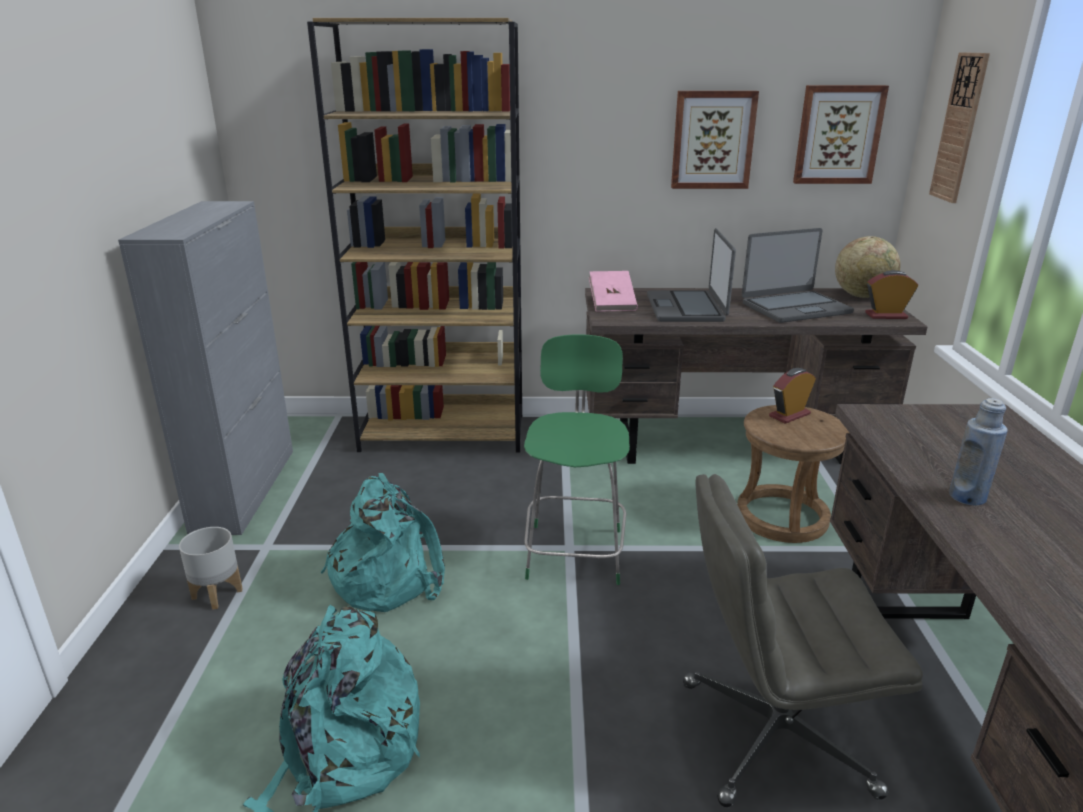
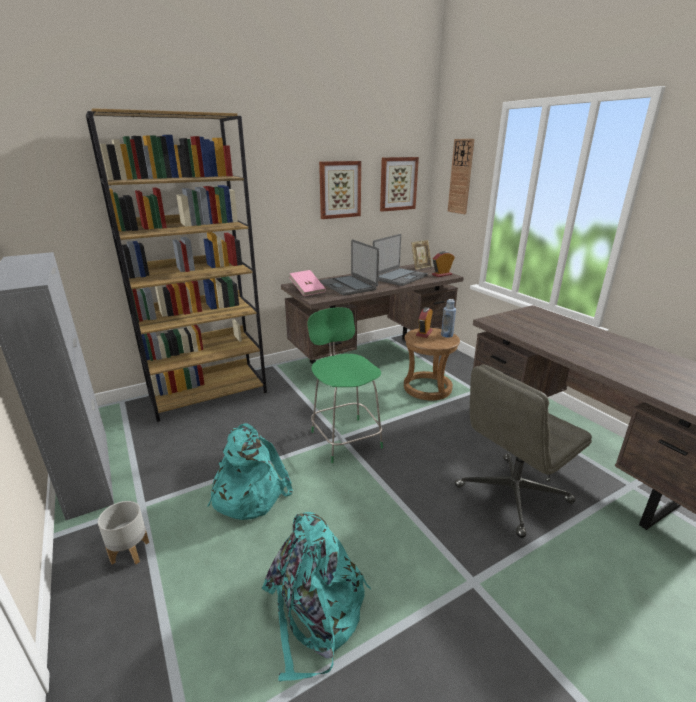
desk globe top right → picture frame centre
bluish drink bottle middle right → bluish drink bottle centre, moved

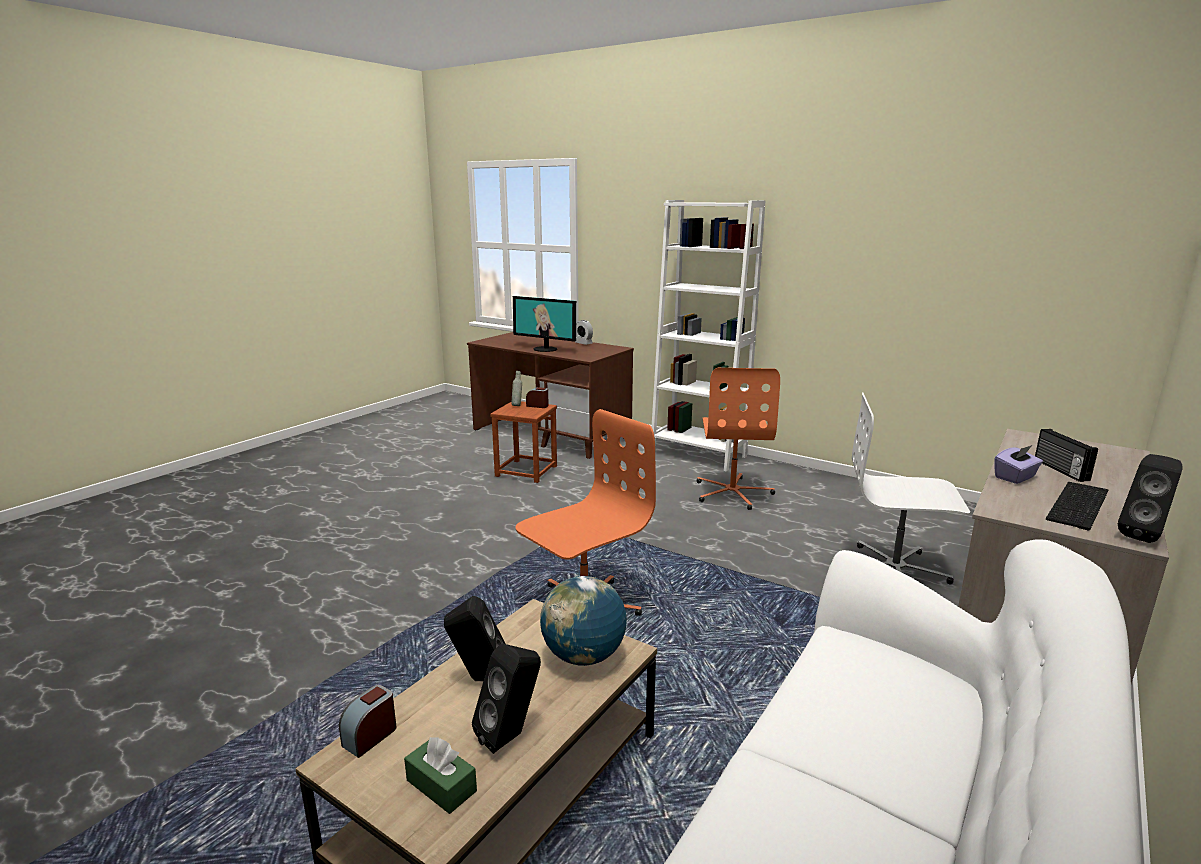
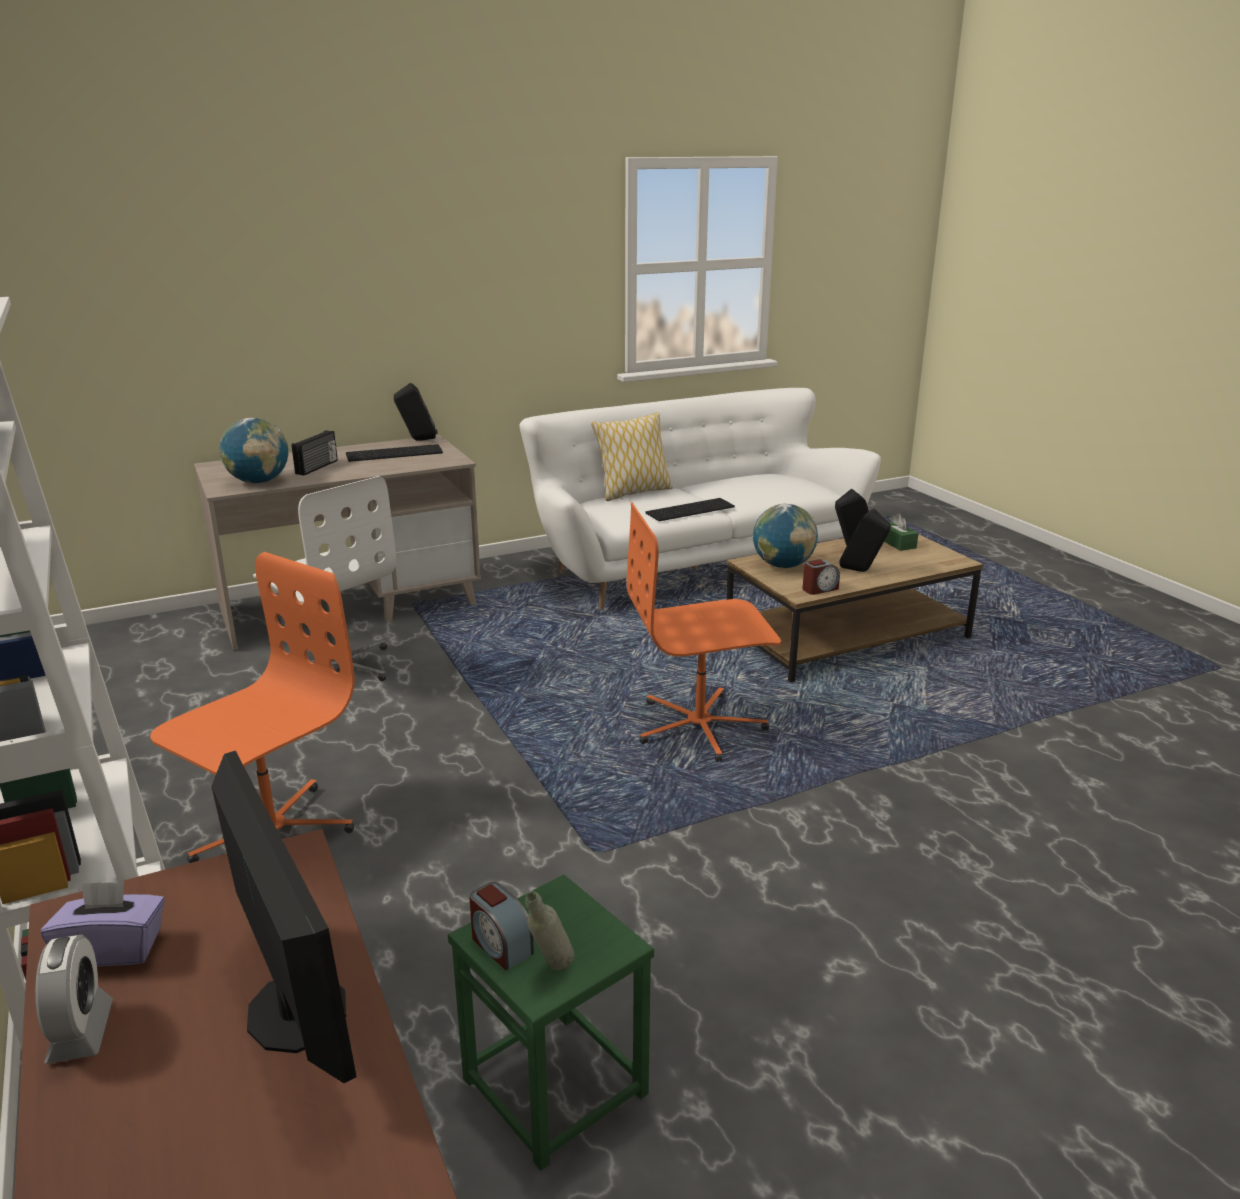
brownish stool centre → greenish stool bottom centre
purple-coloured tissue holder middle right → purple-coloured tissue holder bottom left, moved
bedside clock (1st from left in the first image) bottom left → bedside clock (3rd from left) centre, moved
- → pillow centre
- → desk globe (1st from left) middle left
- → keyboard (2nd from left) centre

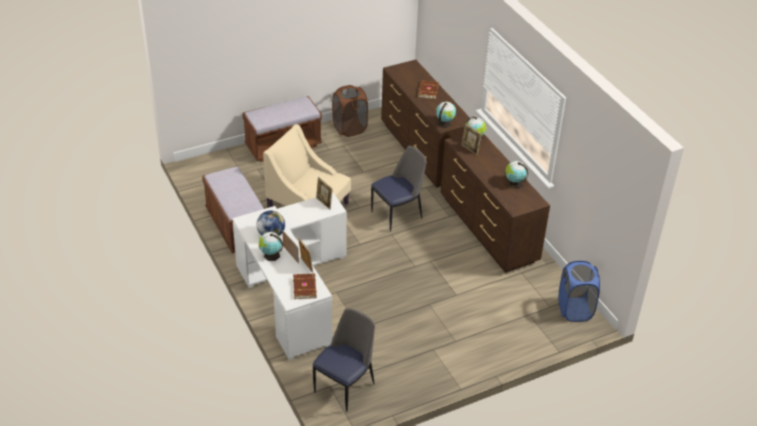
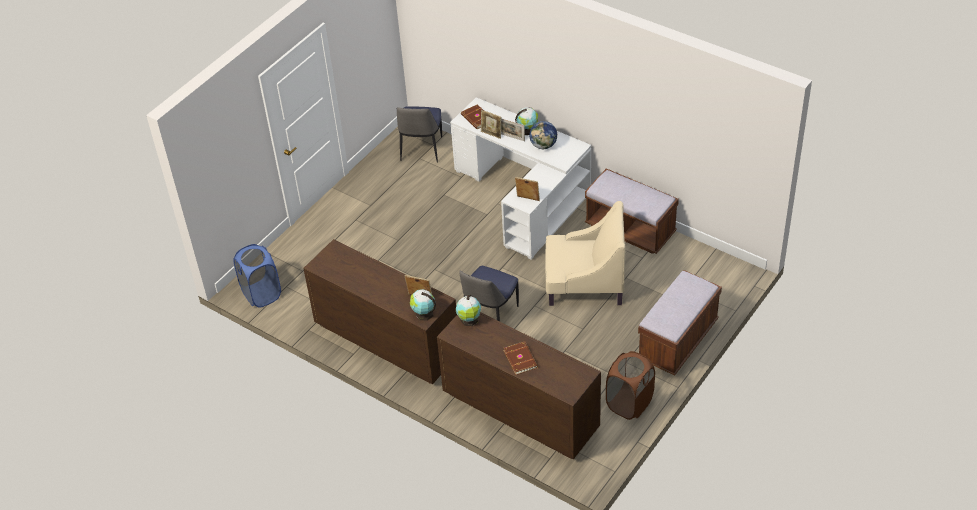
desk globe (5th from left) middle right → -

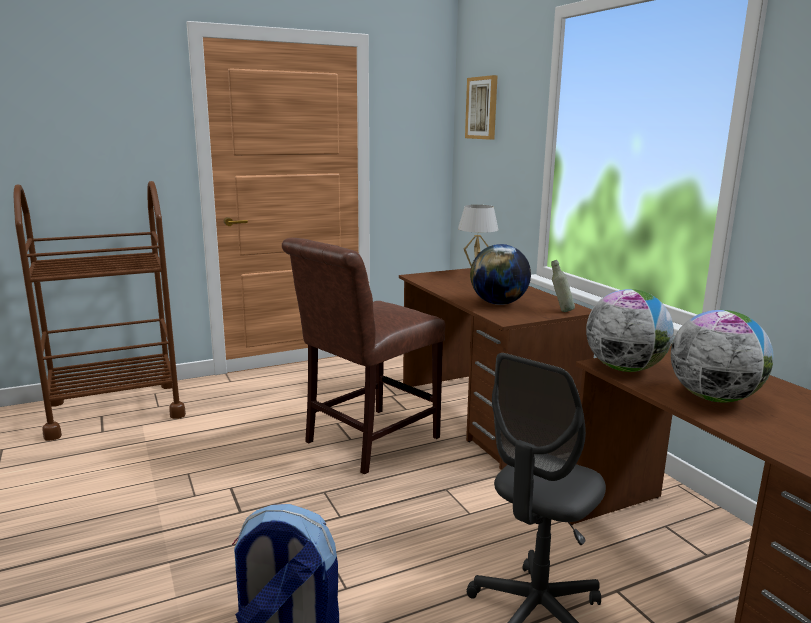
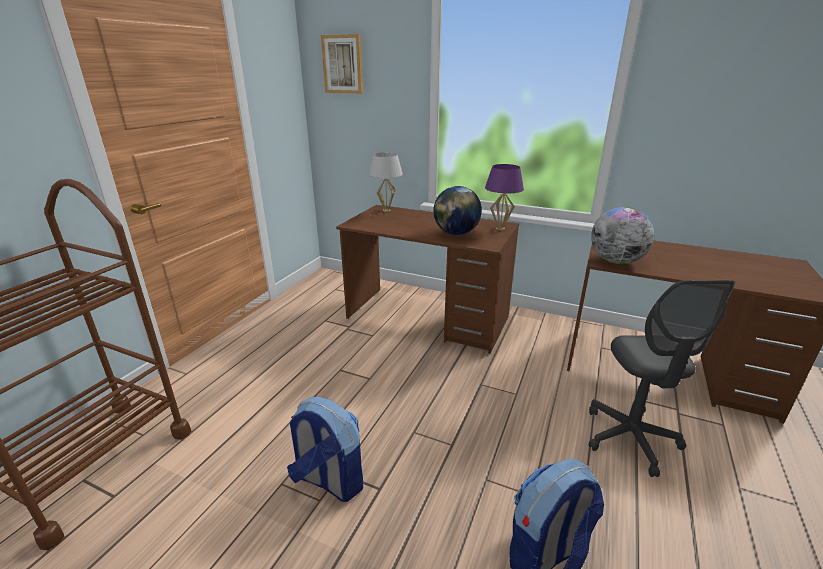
brownish upright chair centre → -
gray drink bottle middle right → purple-coloured tabletop lamp centre
desk globe (3rd from left) middle right → -
- → rucksack (1st from left) bottom centre

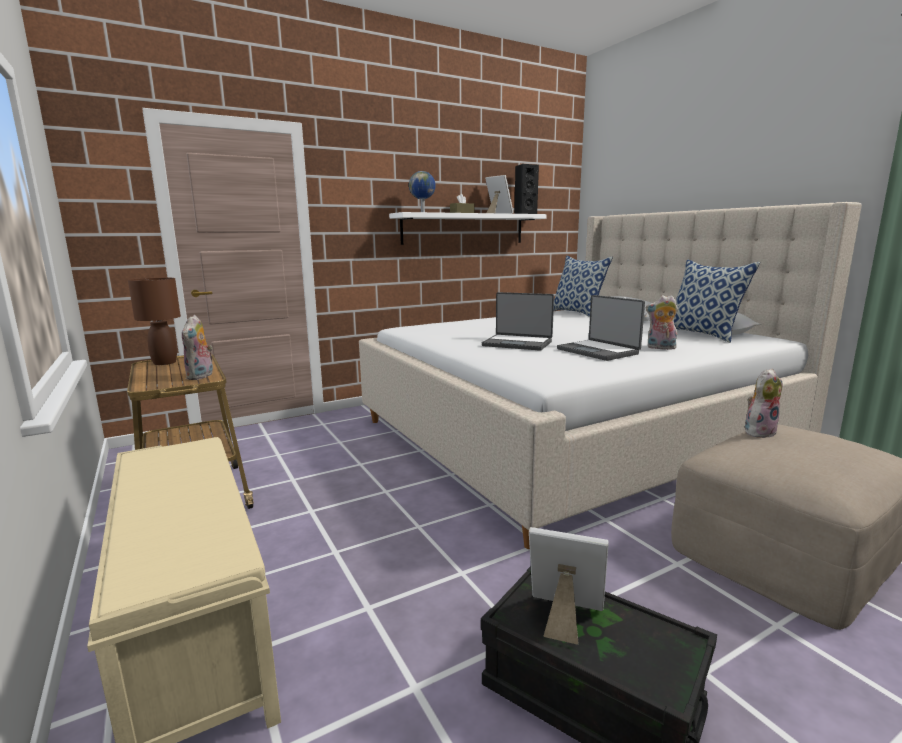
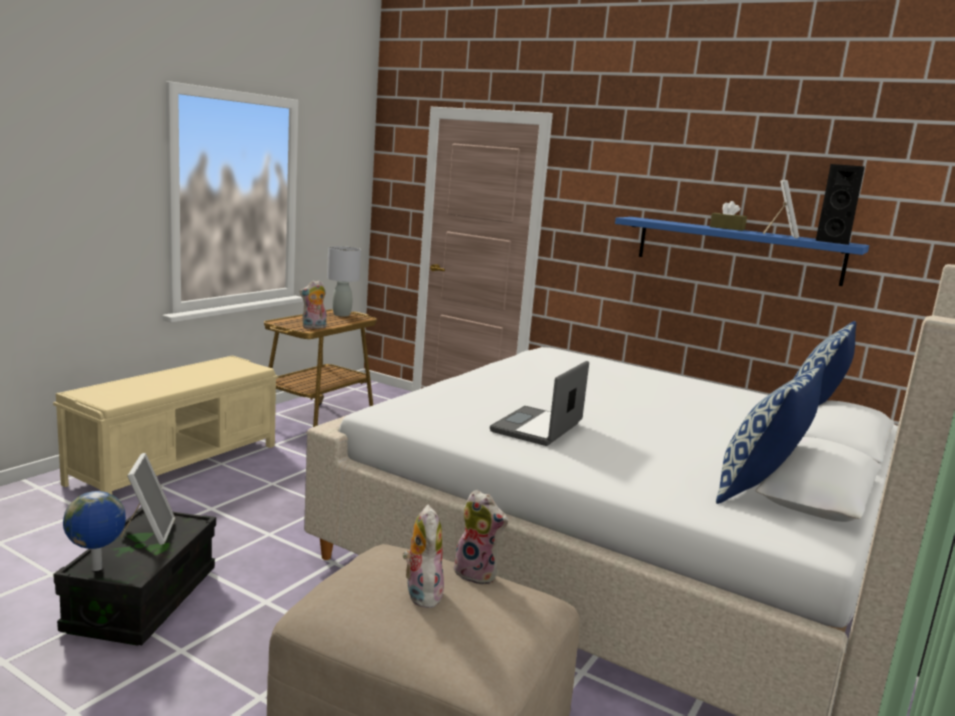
desk globe top centre → desk globe bottom left, moved
whitish wall shelf top centre → bluish wall shelf middle right
brownish tabletop lamp middle left → gray tabletop lamp centre
laptop (1st from left) centre → -
soft toy (2nd from left) middle right → soft toy (2nd from left) bottom centre, moved

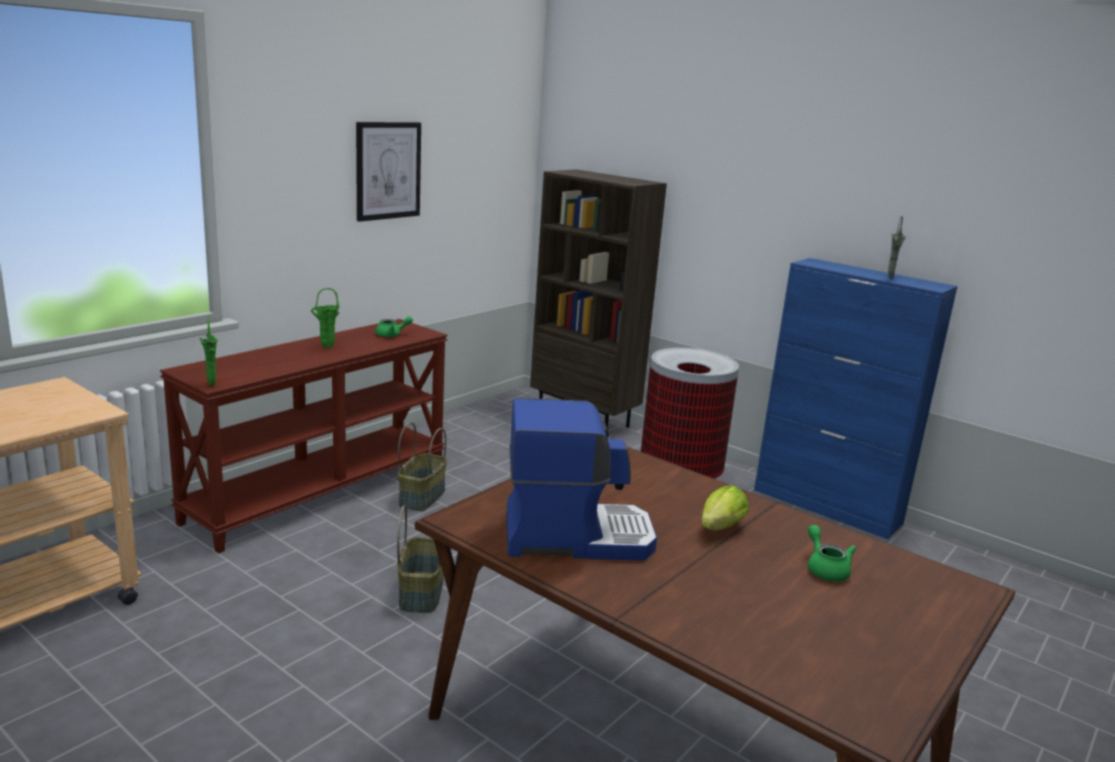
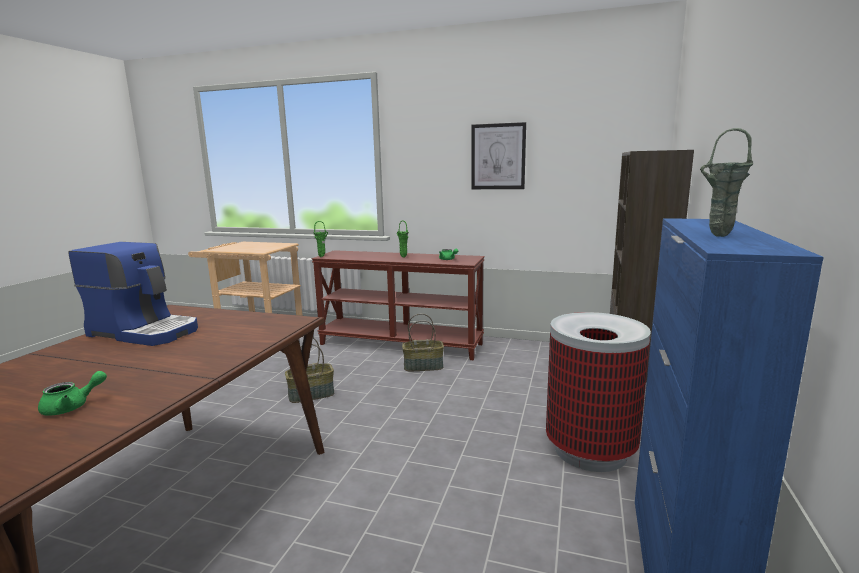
coffee brewer centre → coffee brewer middle left, 45 degrees counterclockwise
head of lettuce centre → -

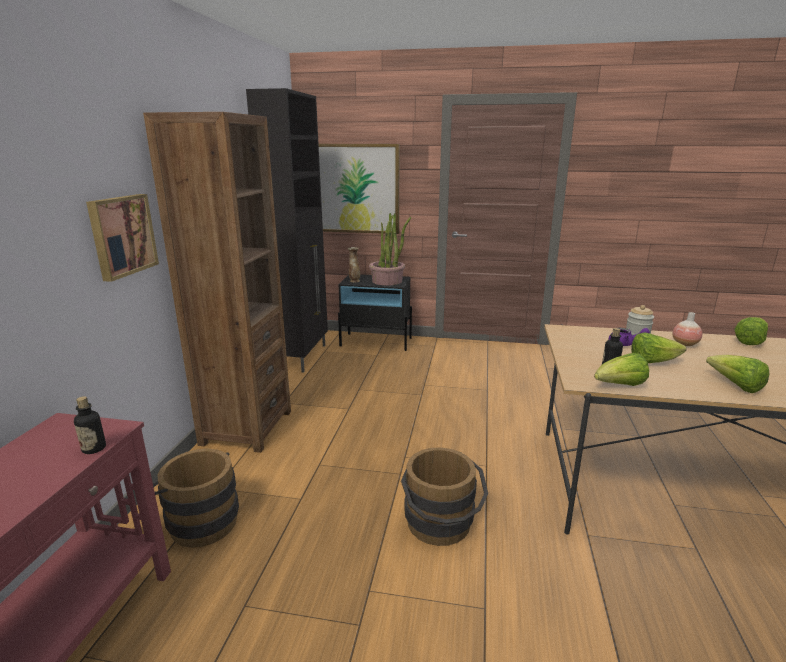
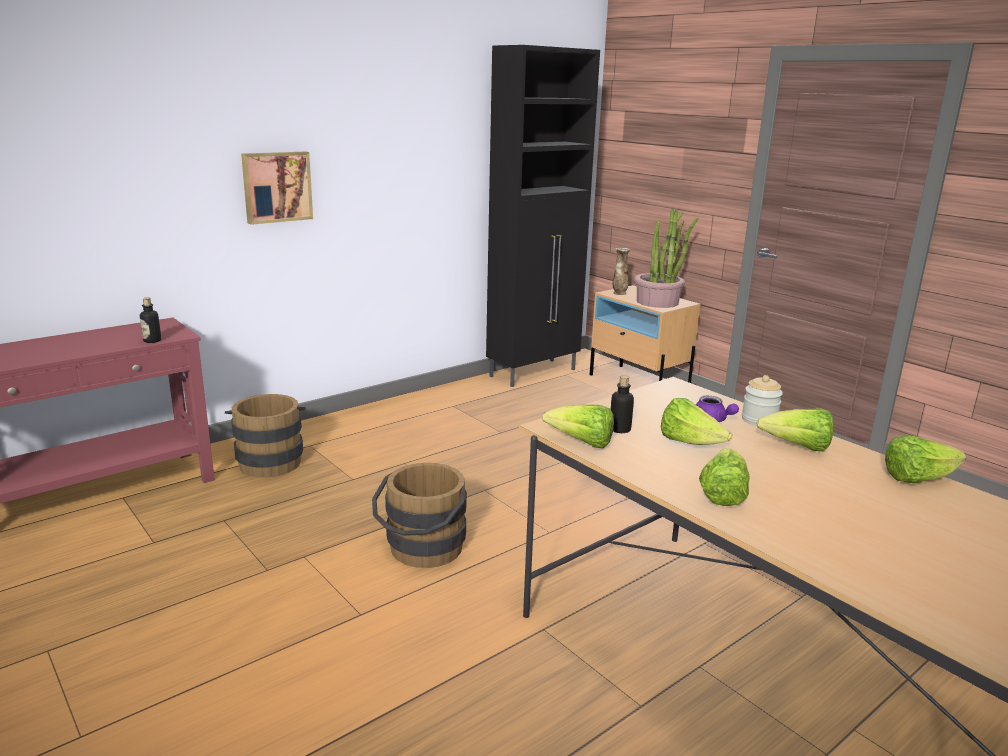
brownish shelving unit middle left → -
picture (2nd from left) top centre → -
black-coloured bedside table centre → beige bedside table centre
decorative vase (2nd from left) middle right → head of lettuce (4th from left) middle right

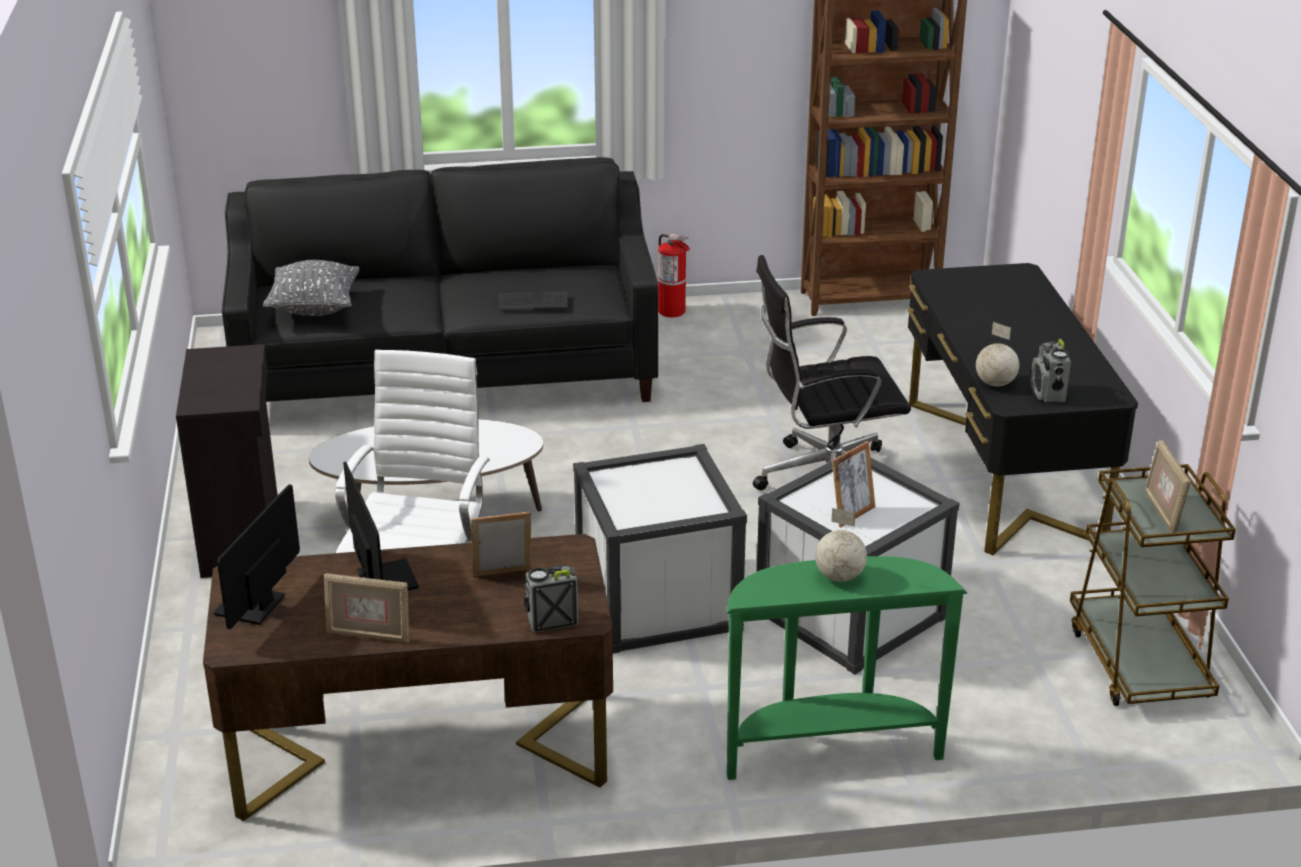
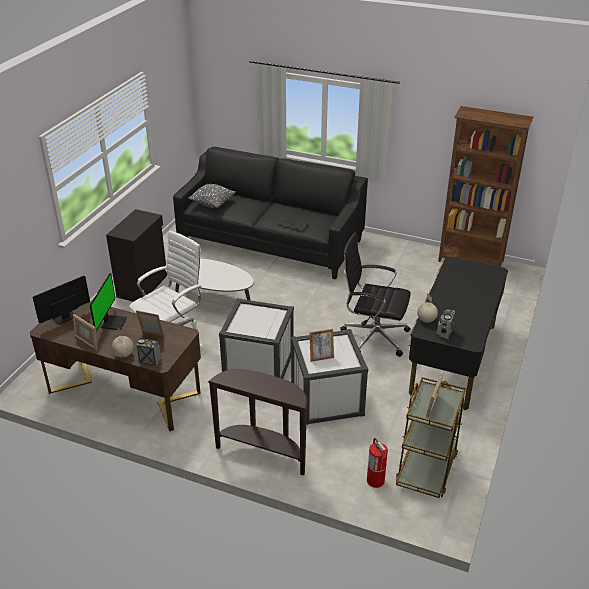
fire-fighting cylinder top centre → fire-fighting cylinder bottom centre, moved
desk globe (1st from left) centre → desk globe (1st from left) middle left, moved
greenish narrow table bottom centre → brownish narrow table bottom centre

